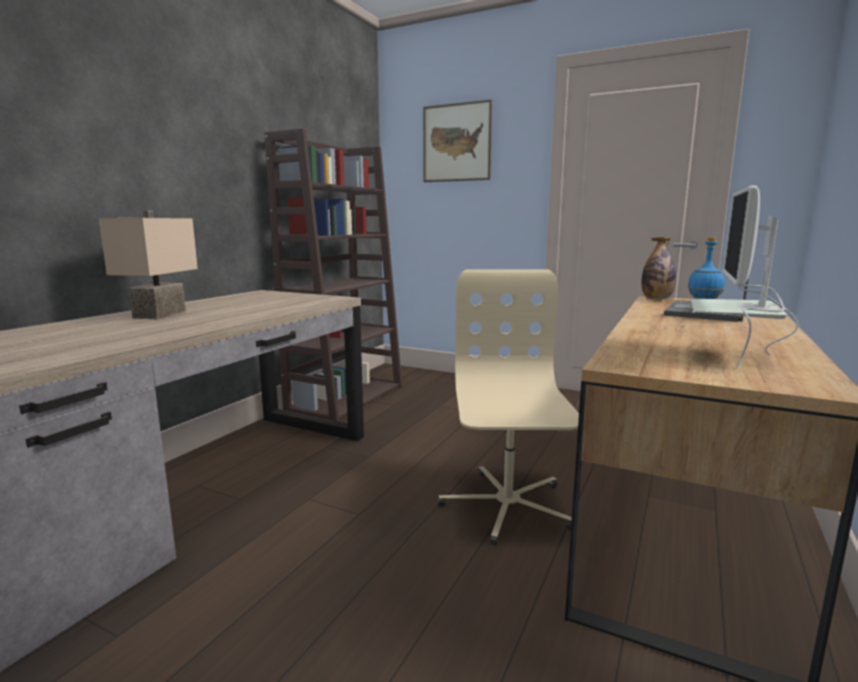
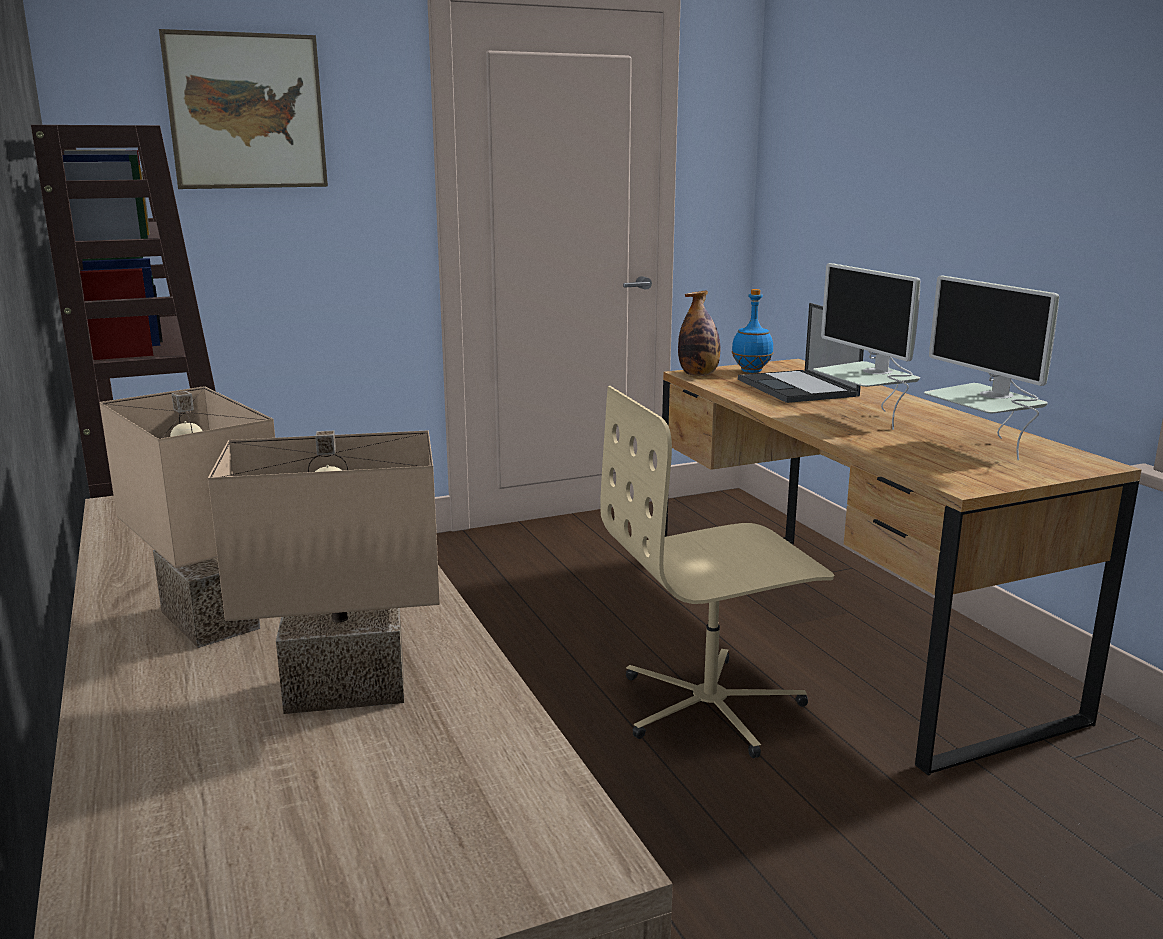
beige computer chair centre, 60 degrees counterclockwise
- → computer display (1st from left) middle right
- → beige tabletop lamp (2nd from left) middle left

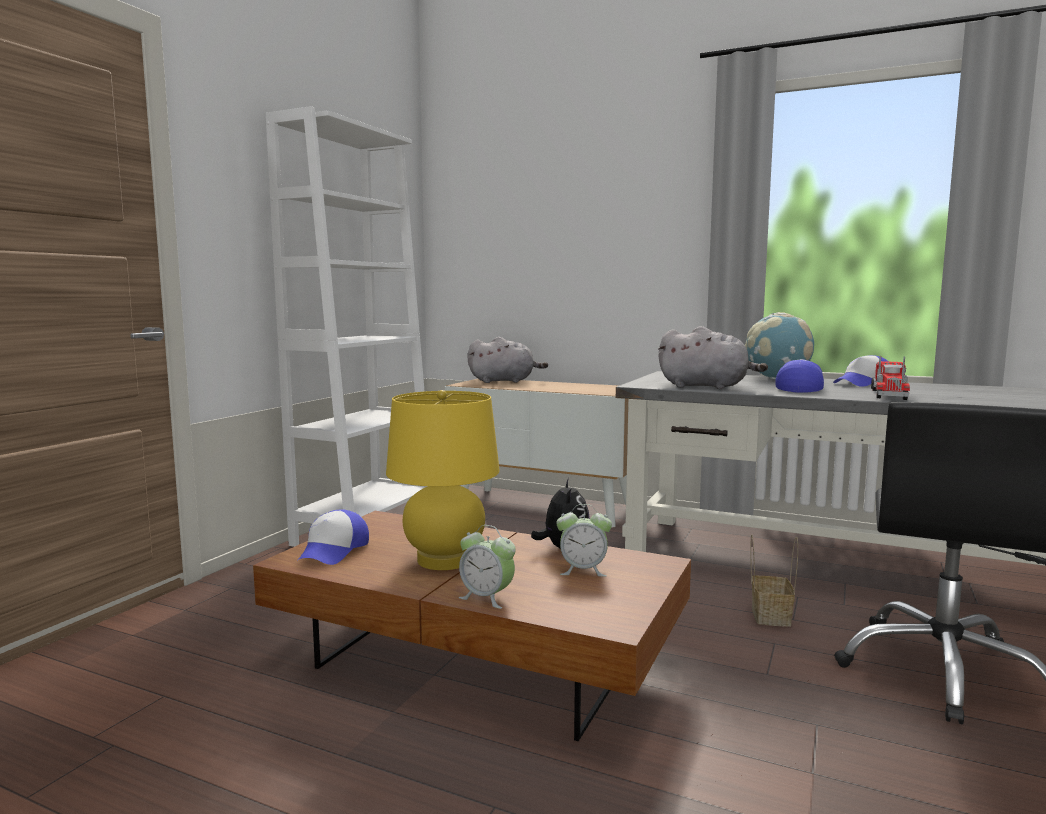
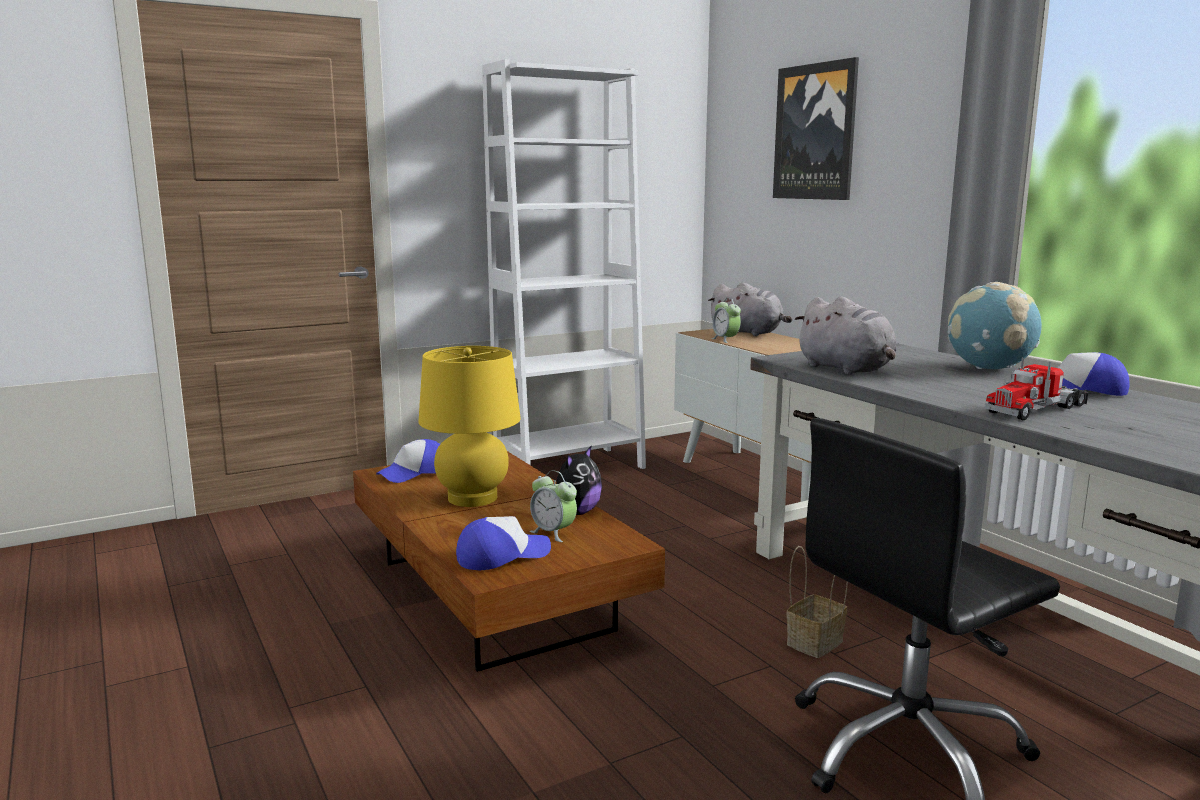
peaked cap (2nd from left) middle right → peaked cap (2nd from left) bottom centre, moved
bedside clock (1st from left in the first image) bottom centre → bedside clock (2nd from left) centre, moved
- → picture top right

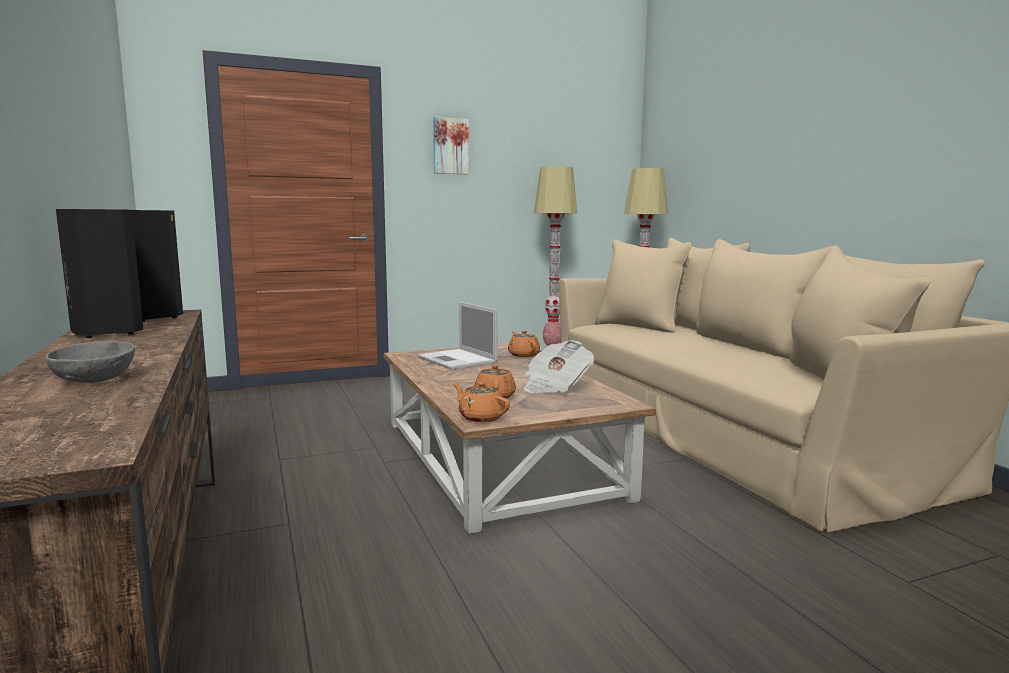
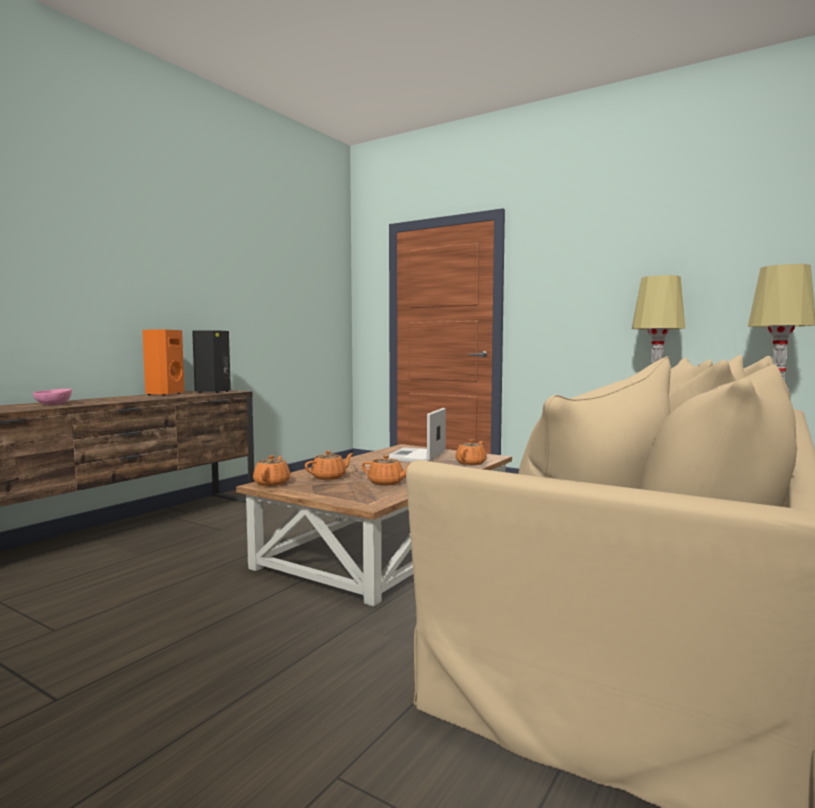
picture top centre → -
black-coloured audio speaker (1st from left) middle left → orange audio speaker middle left
gray serving bowl middle left → pink-coloured serving bowl middle left
printed paper centre → orange teapot (3rd from left) centre

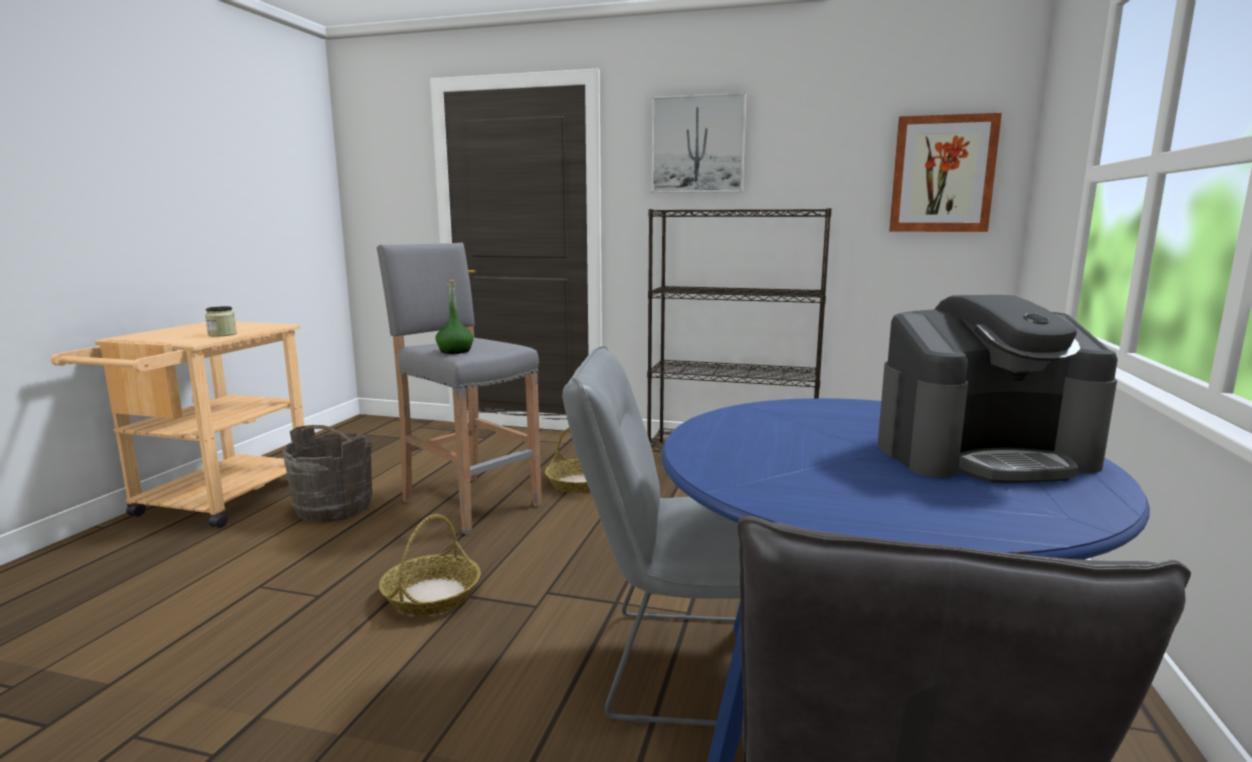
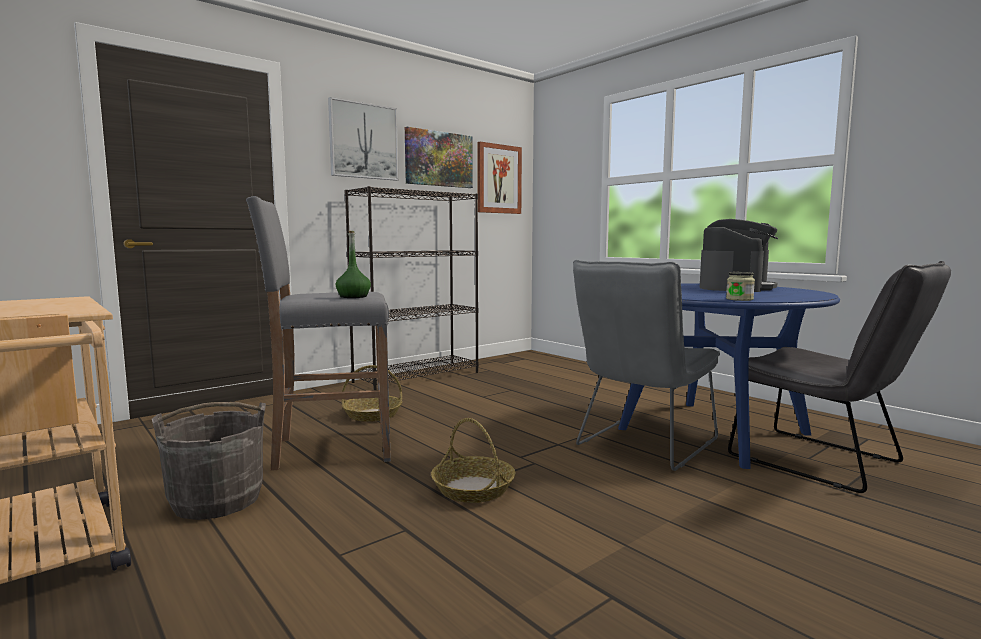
jar middle left → jar middle right, moved
- → picture (2nd from left) top centre

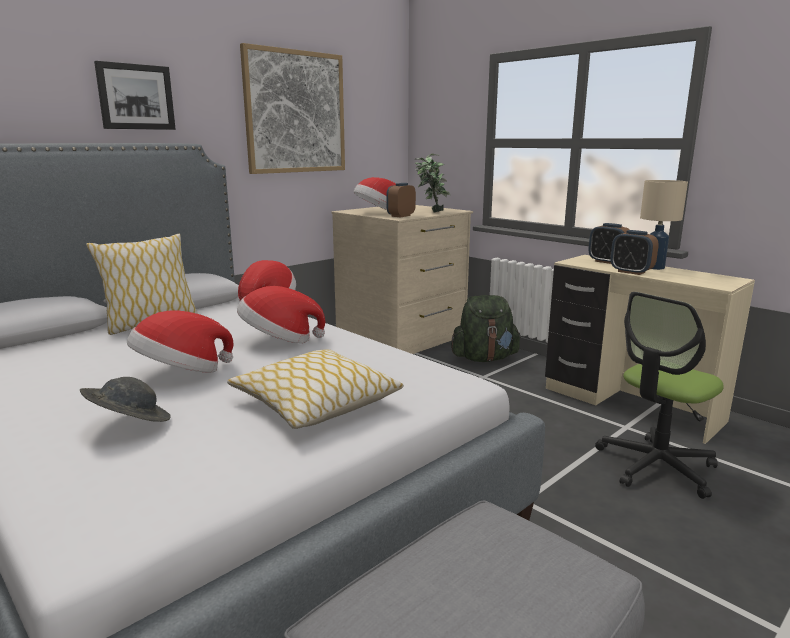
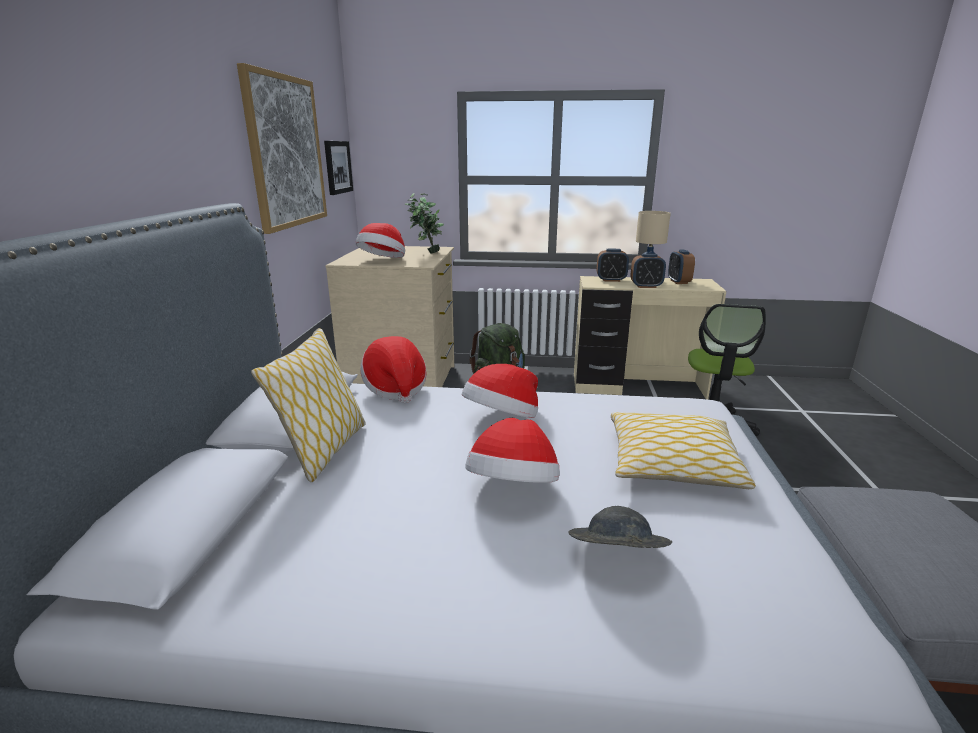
picture (1st from left in the first image) top left → picture (2nd from left) top centre, moved
bedside clock (1st from left in the first image) top centre → bedside clock (3rd from left) middle right, moved

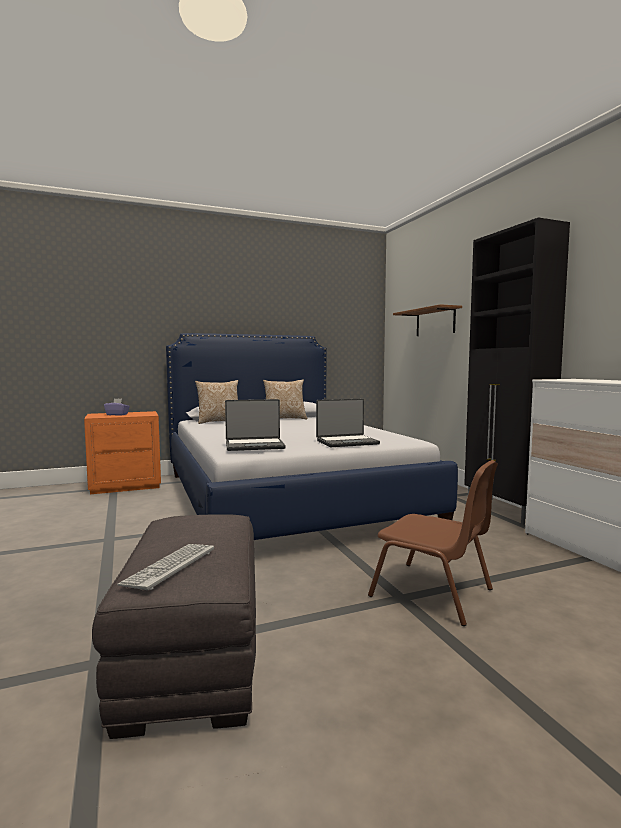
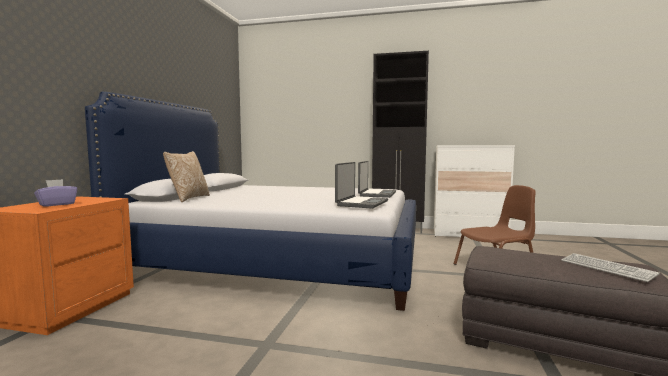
wall shelf middle right → -
pillow (2nd from left) centre → -

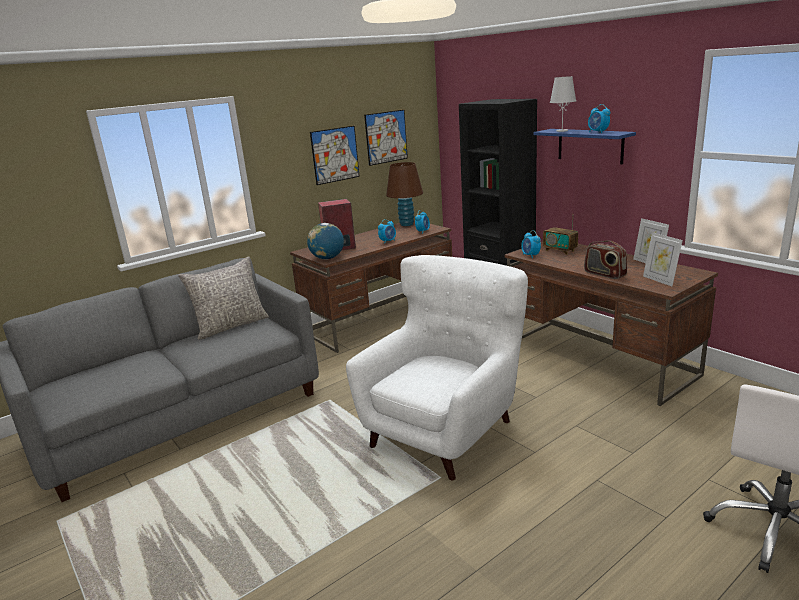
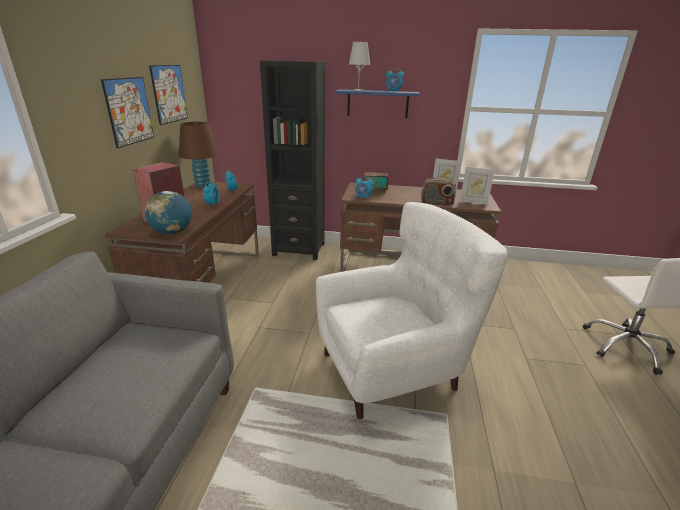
whitish lounge chair centre, 75 degrees clockwise
gray pillow middle left → -

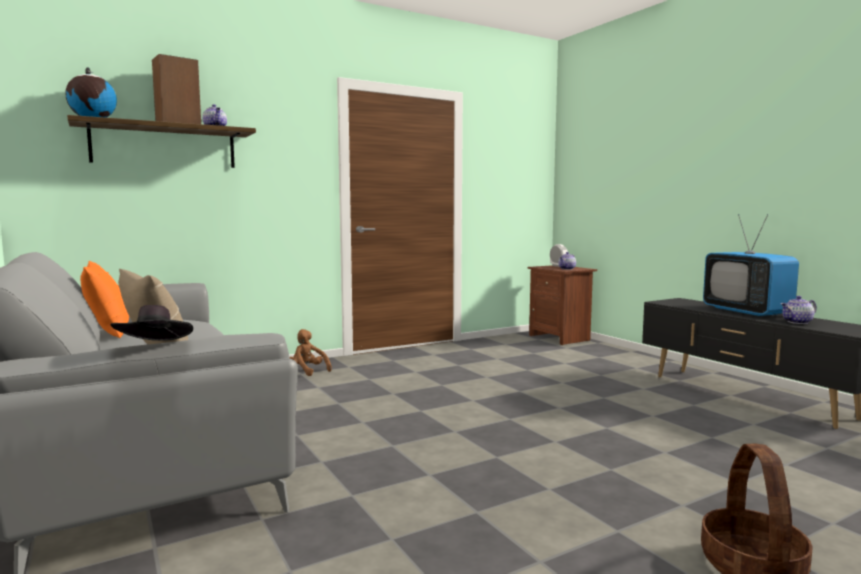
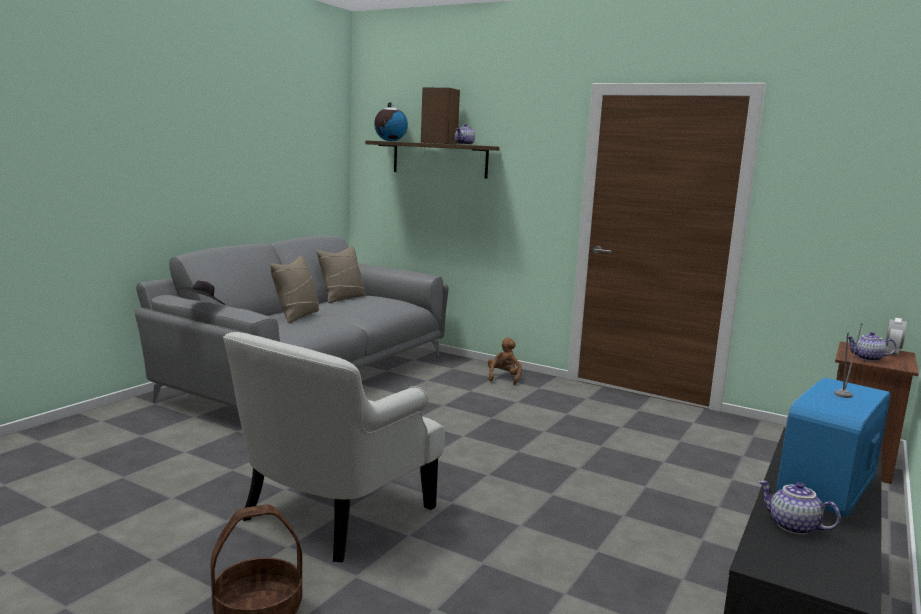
orange pillow middle left → beige pillow (2nd from left) centre
- → whitish lounge chair bottom centre

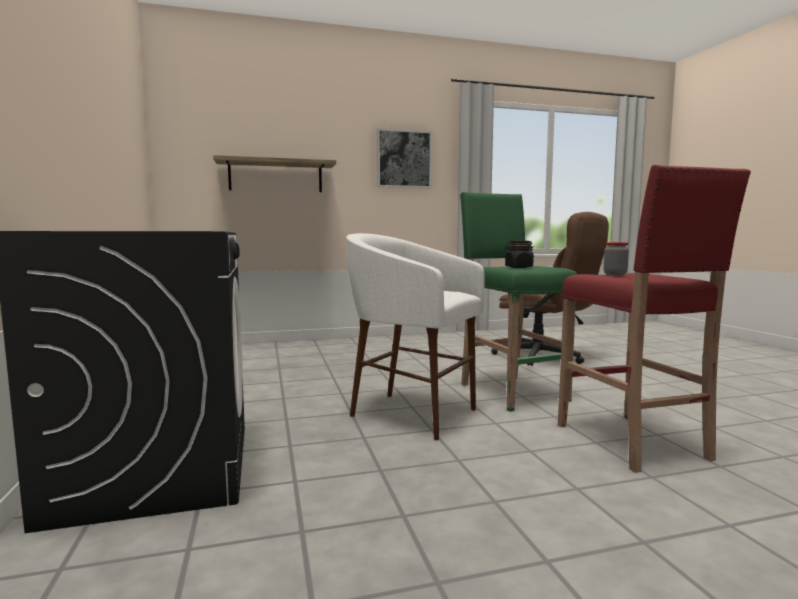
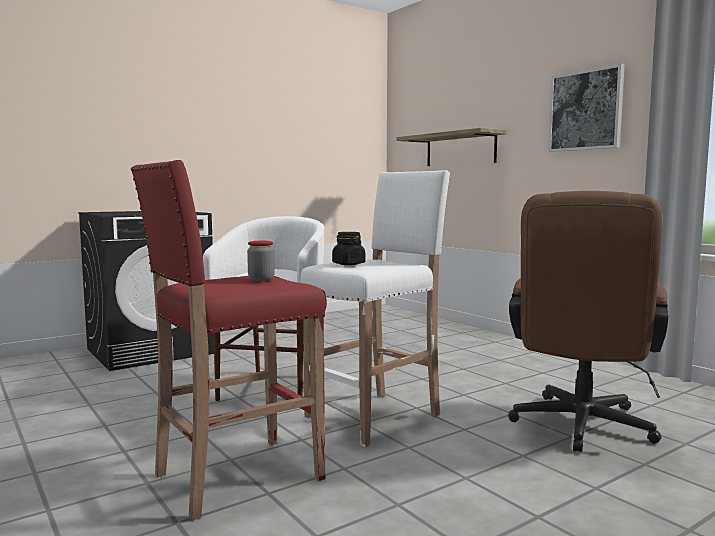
greenish stool centre → whitish stool (2nd from left) centre

